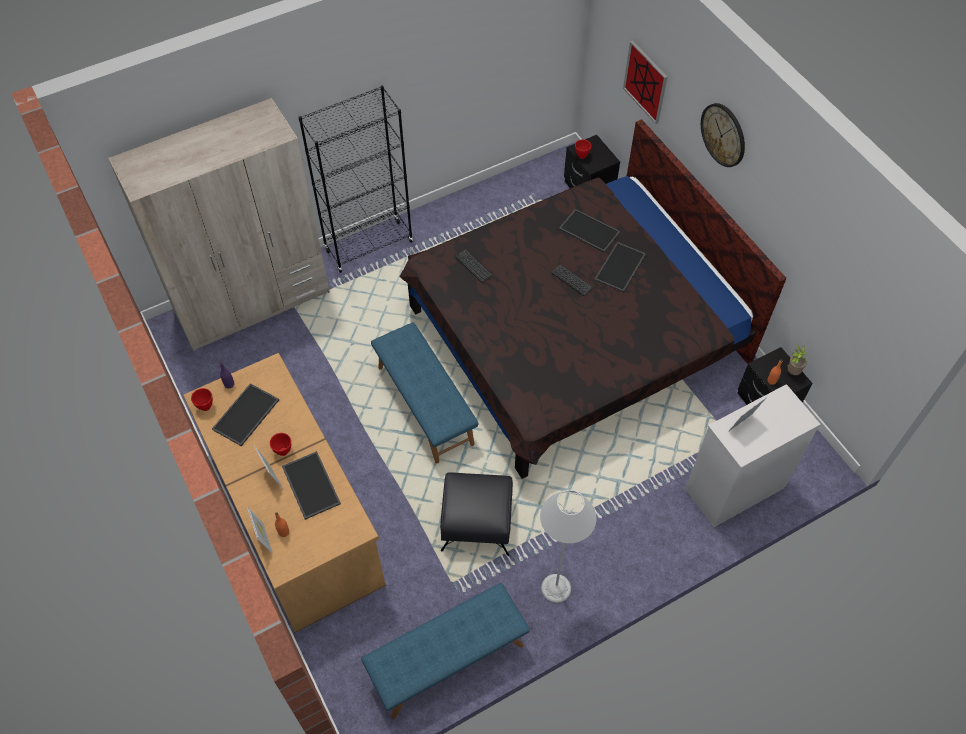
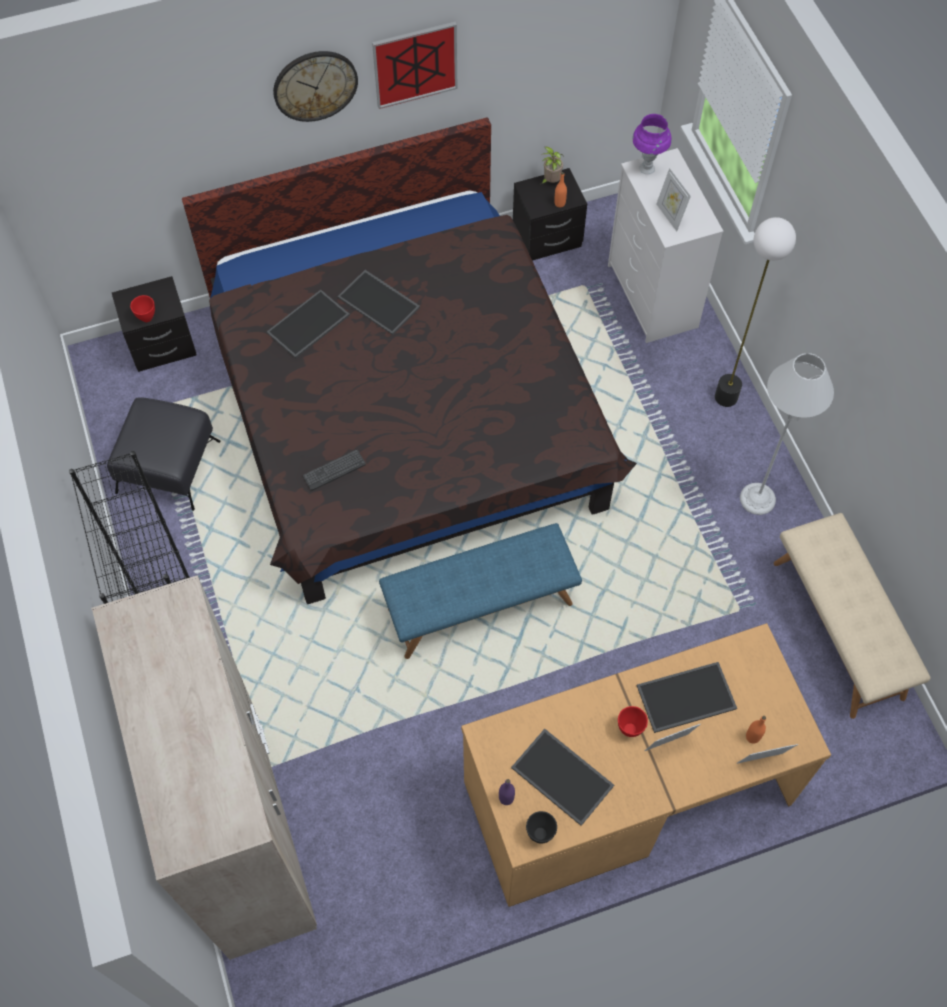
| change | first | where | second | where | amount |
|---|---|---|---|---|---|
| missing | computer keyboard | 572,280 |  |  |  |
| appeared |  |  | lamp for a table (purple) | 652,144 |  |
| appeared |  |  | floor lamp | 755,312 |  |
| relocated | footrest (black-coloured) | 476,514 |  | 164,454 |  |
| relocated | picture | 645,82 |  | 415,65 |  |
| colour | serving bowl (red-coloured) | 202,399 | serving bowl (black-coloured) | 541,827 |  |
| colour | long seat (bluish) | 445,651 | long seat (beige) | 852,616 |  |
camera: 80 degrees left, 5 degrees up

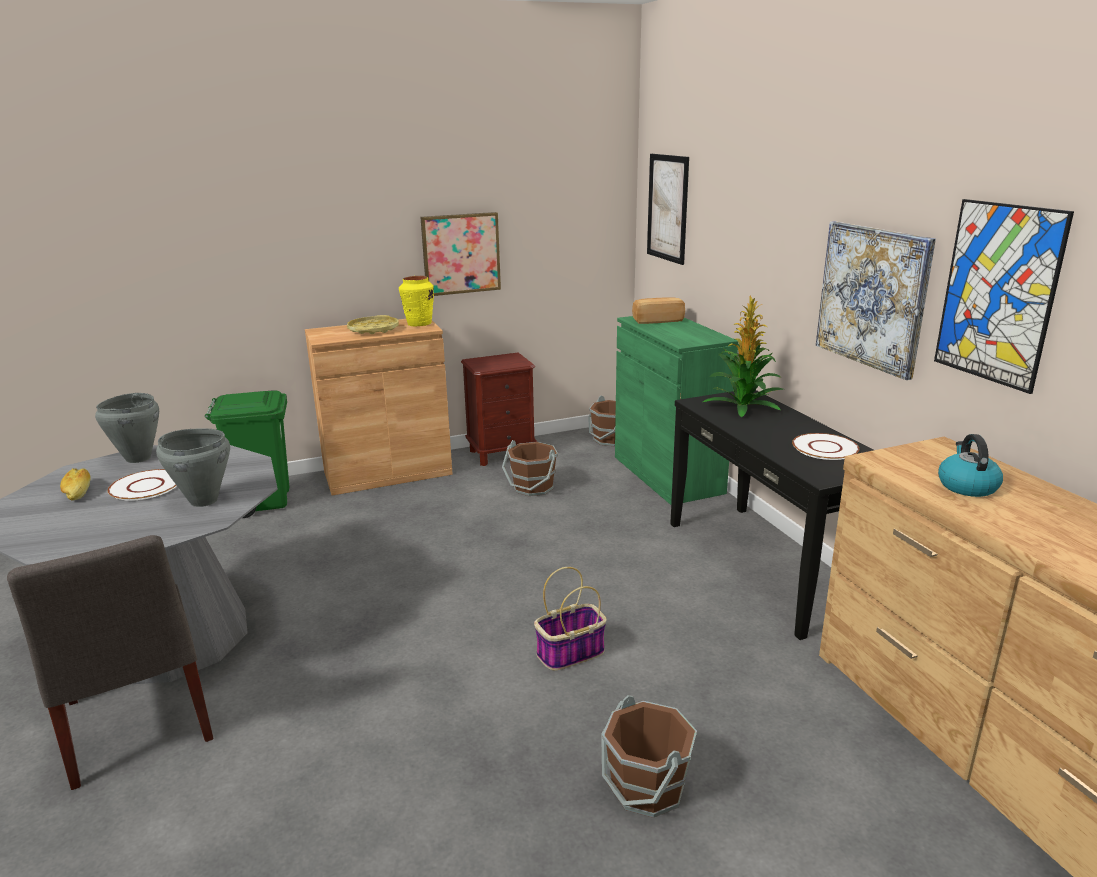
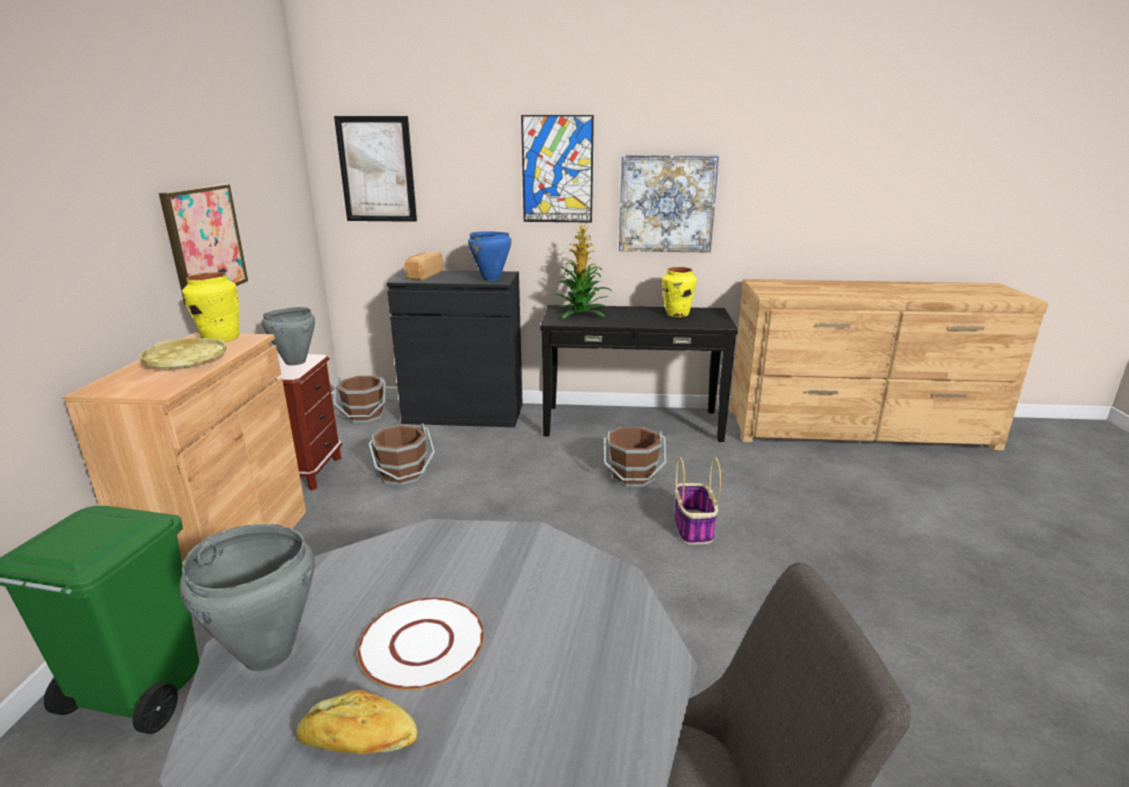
| change | first | where | second | where | amount |
|---|---|---|---|---|---|
| missing | water kettle | 970,465 |  |  |  |
| appeared |  |  | saucepot (bluish) | 489,256 |  |
| relocated | saucepot (greyish) | 193,467 |  | 288,336 |  |
| relocated | bucket (brownish) | 649,756 |  | 635,457 |  |
| relocated | picture | 1004,296 |  | 557,168 |  |
| exchanged | dinner plate (white-coloured) | 825,446 | decorative vase (yellowish) | 679,292 |  |
| colour | cabinet (green) | 676,410 | cabinet (black-coloured) | 455,348 |  |
camera: 65 degrees left, 0 degrees up

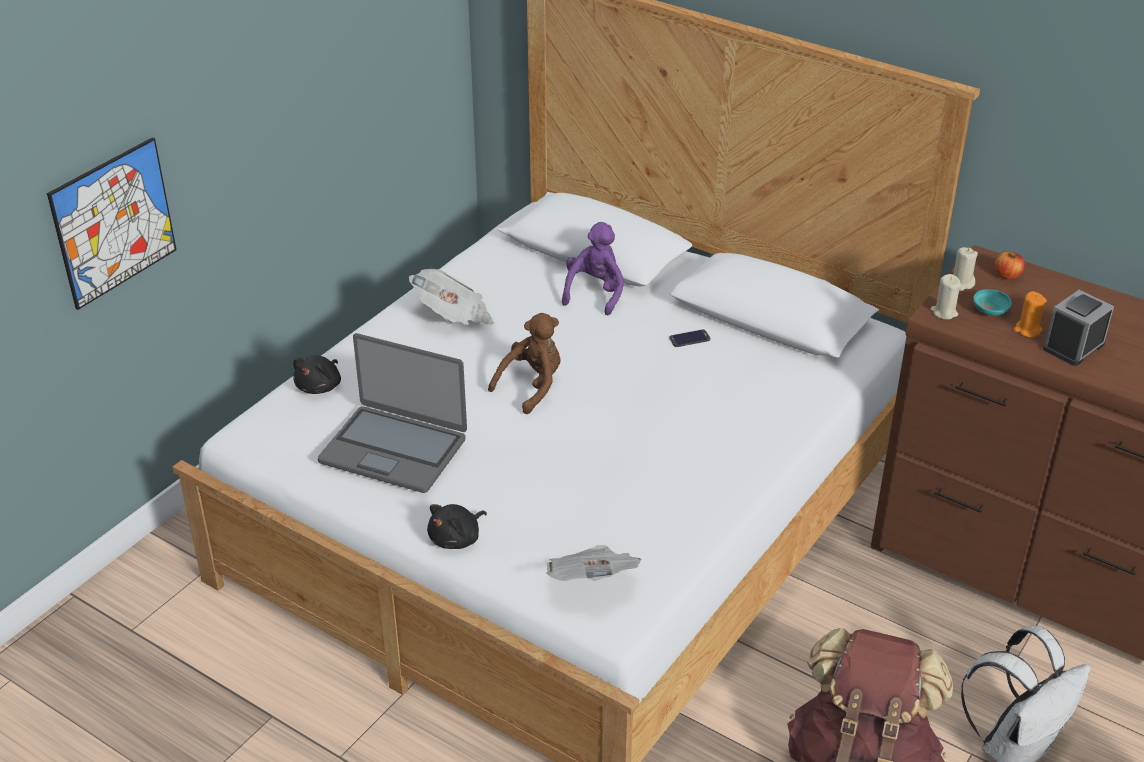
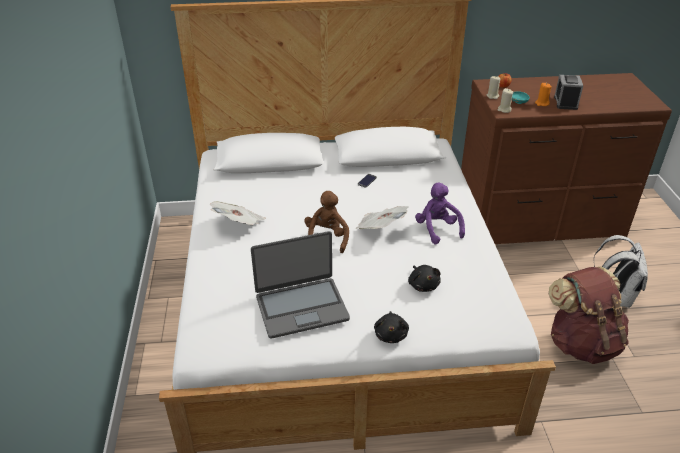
| change | first | where | second | where | amount |
|---|---|---|---|---|---|
| missing | picture | 112,223 |  |  |  |
| relocated | soft toy (black-coloured) | 317,374 |  | 424,278 |  |
| relocated | daily paper | 593,563 |  | 382,217 |  |
| relocated | soft toy (purple) | 593,268 |  | 440,214 |  |
camera: 40 degrees left, 0 degrees up

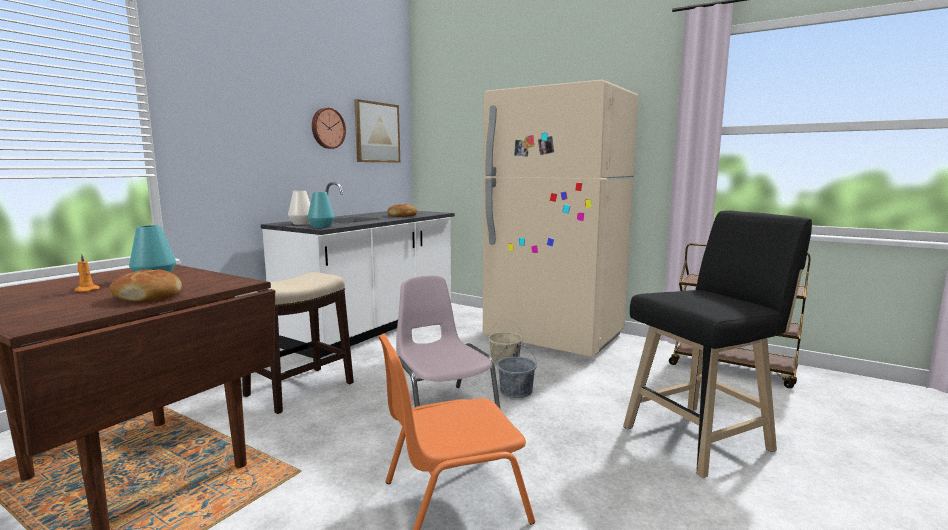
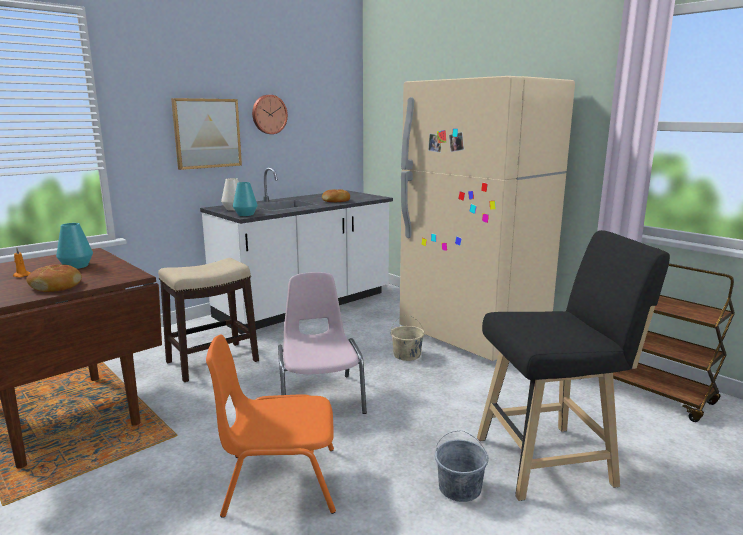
| change | first | where | second | where | amount |
|---|---|---|---|---|---|
| relocated | picture | 377,130 |  | 206,134 |  |
| relocated | bucket (greyish) | 517,371 |  | 462,466 |  |
camera: 15 degrees right, 5 degrees up

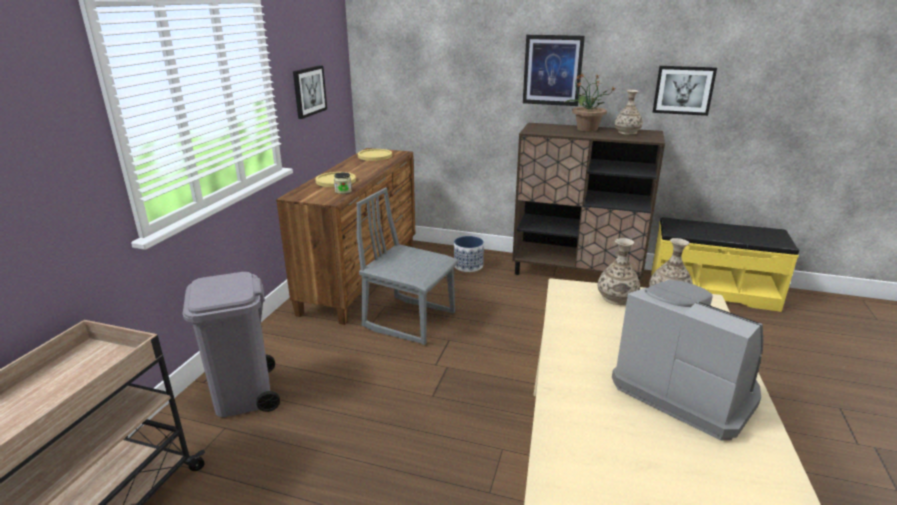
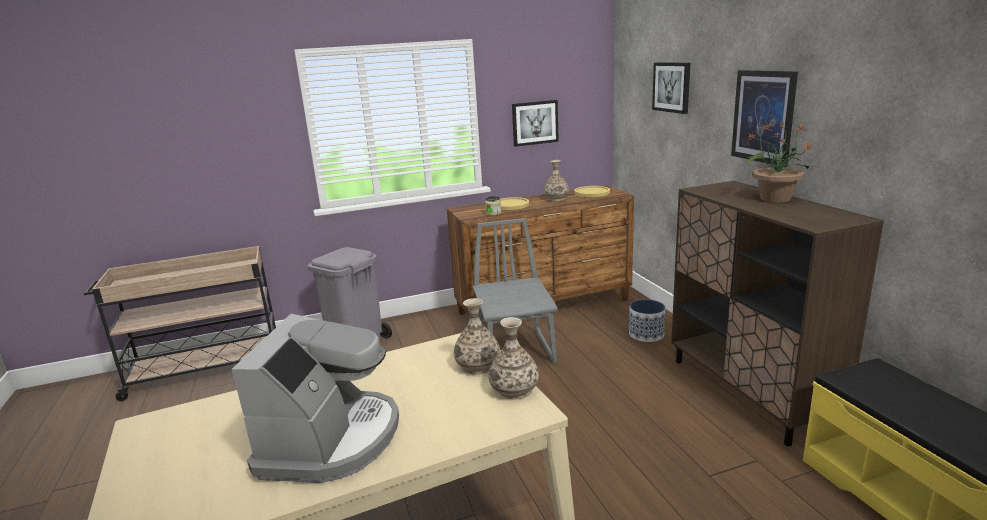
| change | first | where | second | where | amount |
|---|---|---|---|---|---|
| relocated | decorative vase | 628,112 |  | 556,180 |  |
| relocated | picture | 685,91 |  | 671,88 |  |
camera: 55 degrees right, 5 degrees down

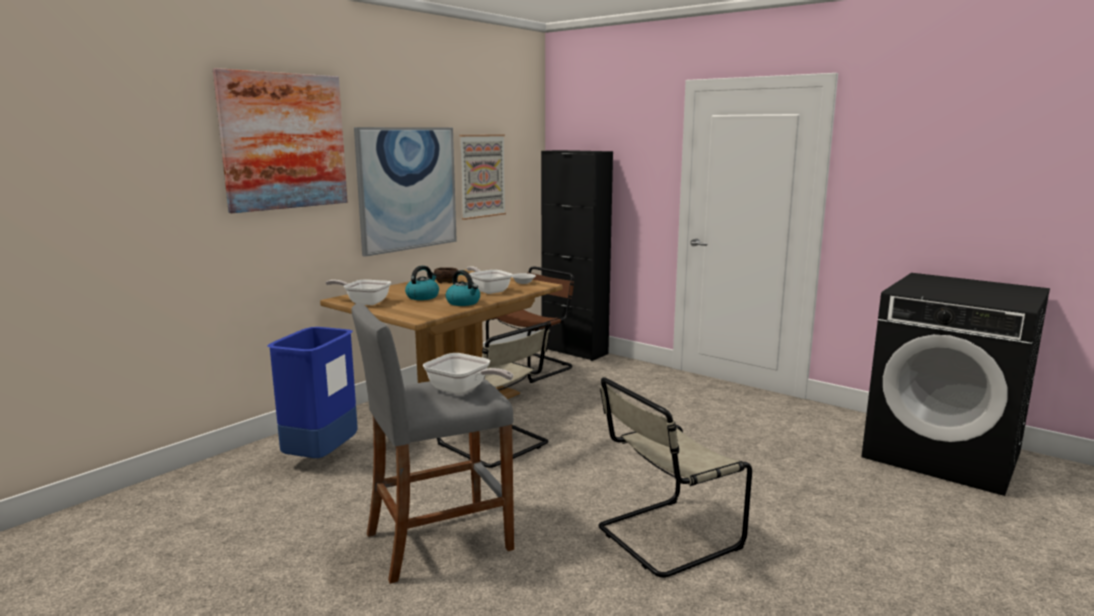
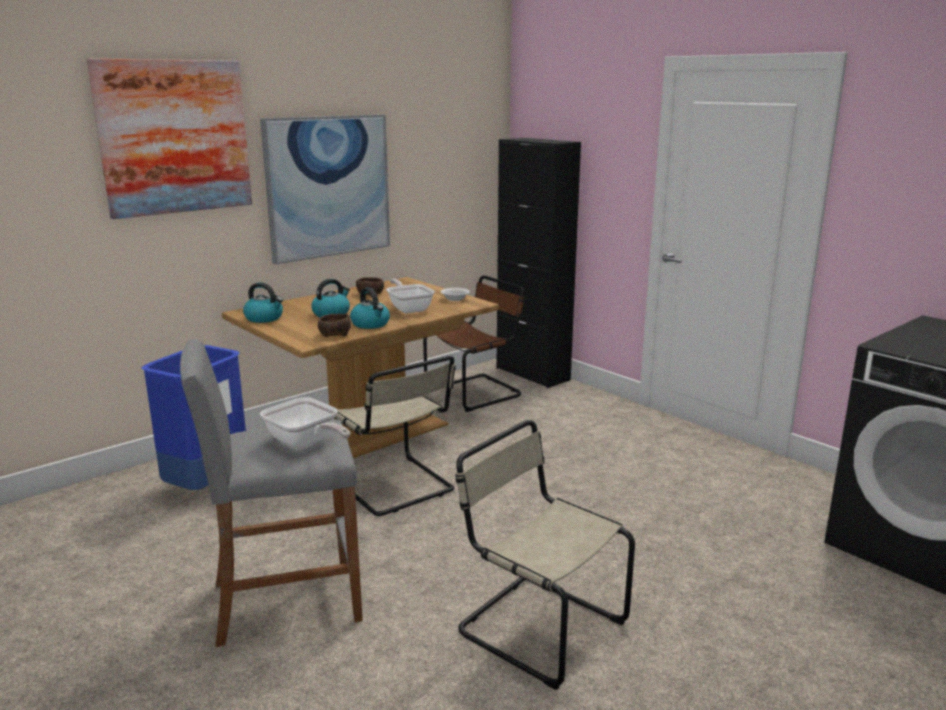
| change | first | where | second | where | amount |
|---|---|---|---|---|---|
| missing | picture | 482,177 |  |  |  |
| appeared |  |  | serving bowl (brownish) | 334,325 |  |
| exchanged | pan | 358,292 | water kettle | 263,302 |  |
| spun | upright chair (beige) | 675,477 |  | 545,555 | 60 degrees clockwise |
camera: 10 degrees right, 5 degrees up

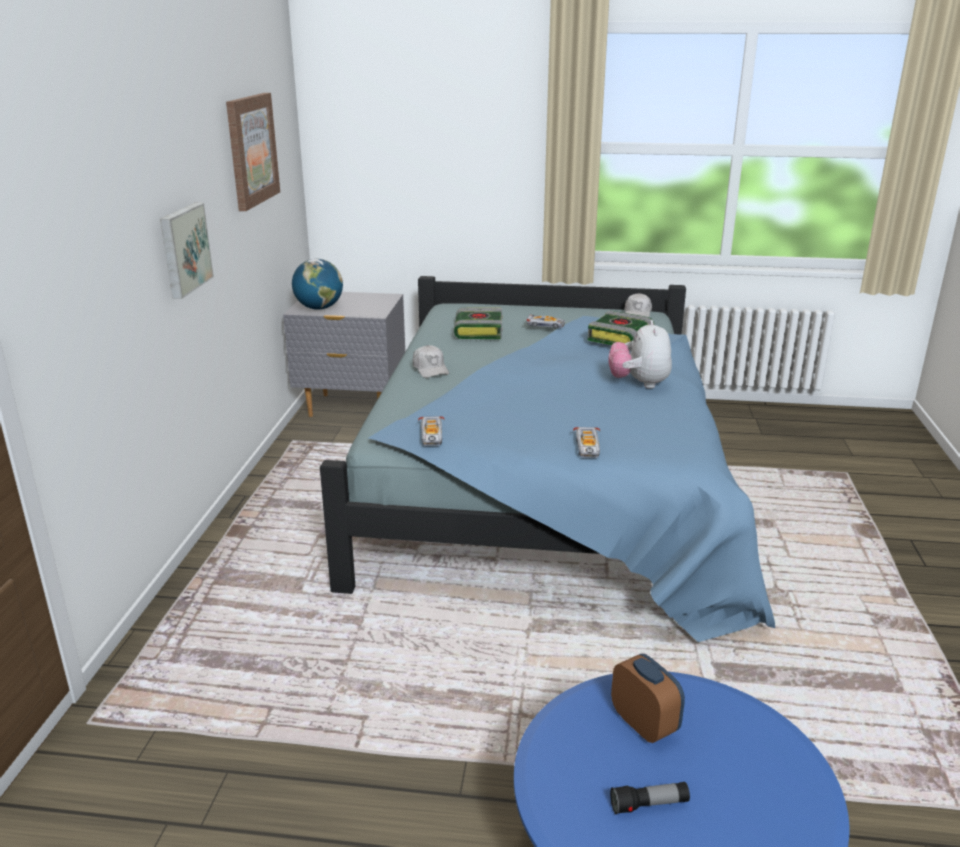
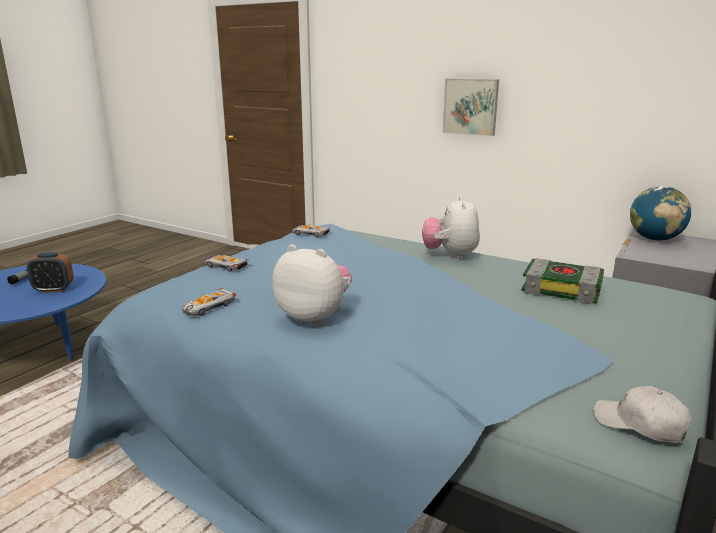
| change | first | where | second | where | amount |
|---|---|---|---|---|---|
| missing | picture | 253,152 |  |  |  |
| missing | bound book | 621,328 |  |  |  |
| relocated | model car | 546,322 |  | 209,302 |  |
| exchanged | cap (white-coloured) | 431,361 | soft toy | 451,227 |  |
camera: 115 degrees right, 5 degrees down

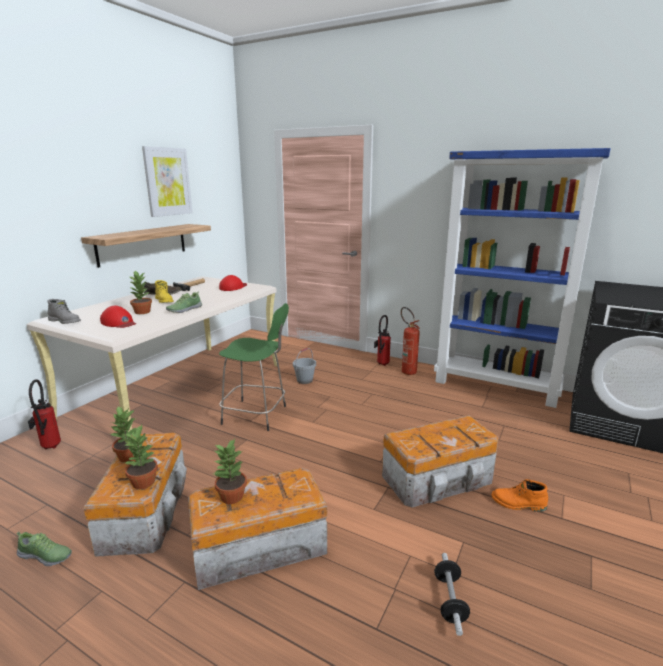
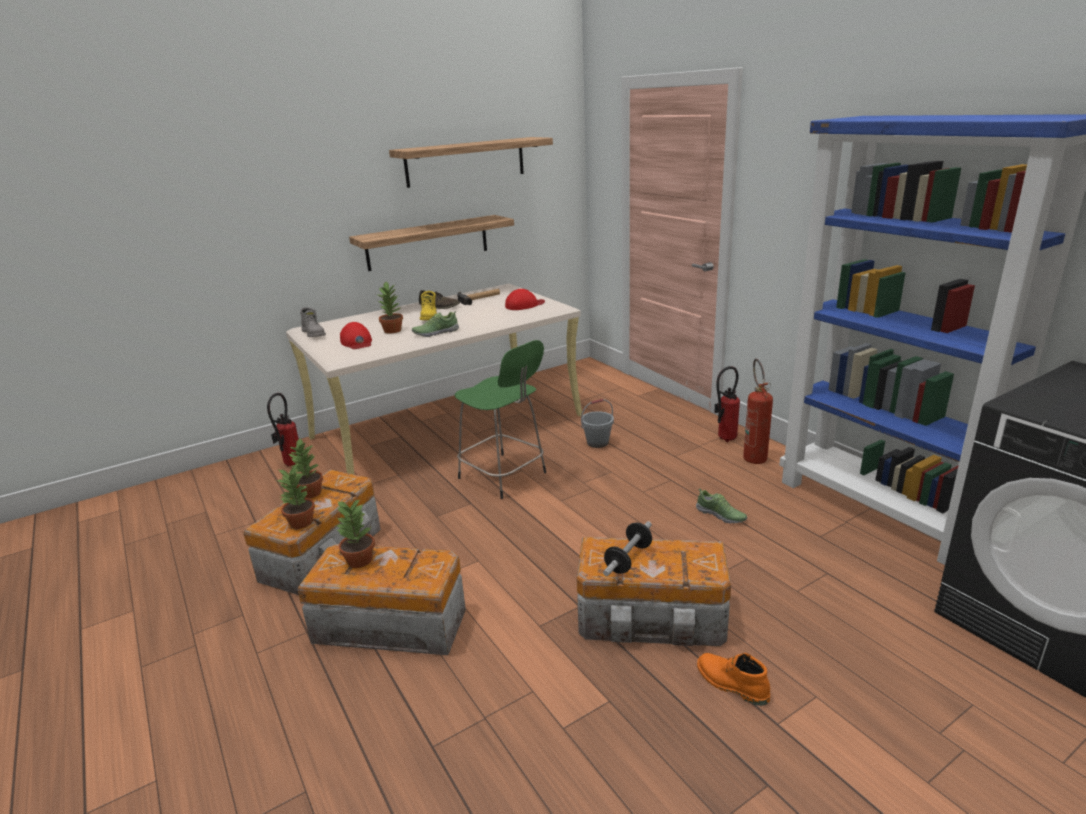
| change | first | where | second | where | amount |
|---|---|---|---|---|---|
| relocated | low shoe | 44,549 |  | 721,506 |  |
| relocated | hand weight | 452,594 |  | 627,548 |  |
| exchanged | picture | 167,181 | wall shelf | 471,162 |  |
camera: 30 degrees right, 5 degrees up

